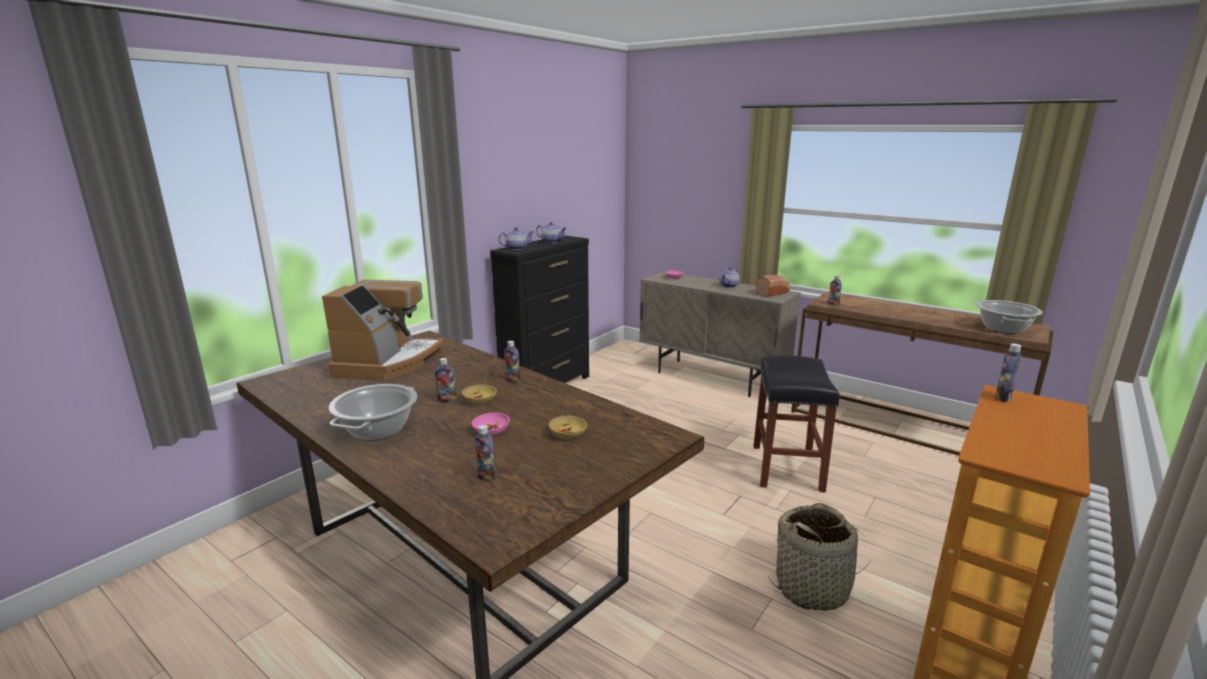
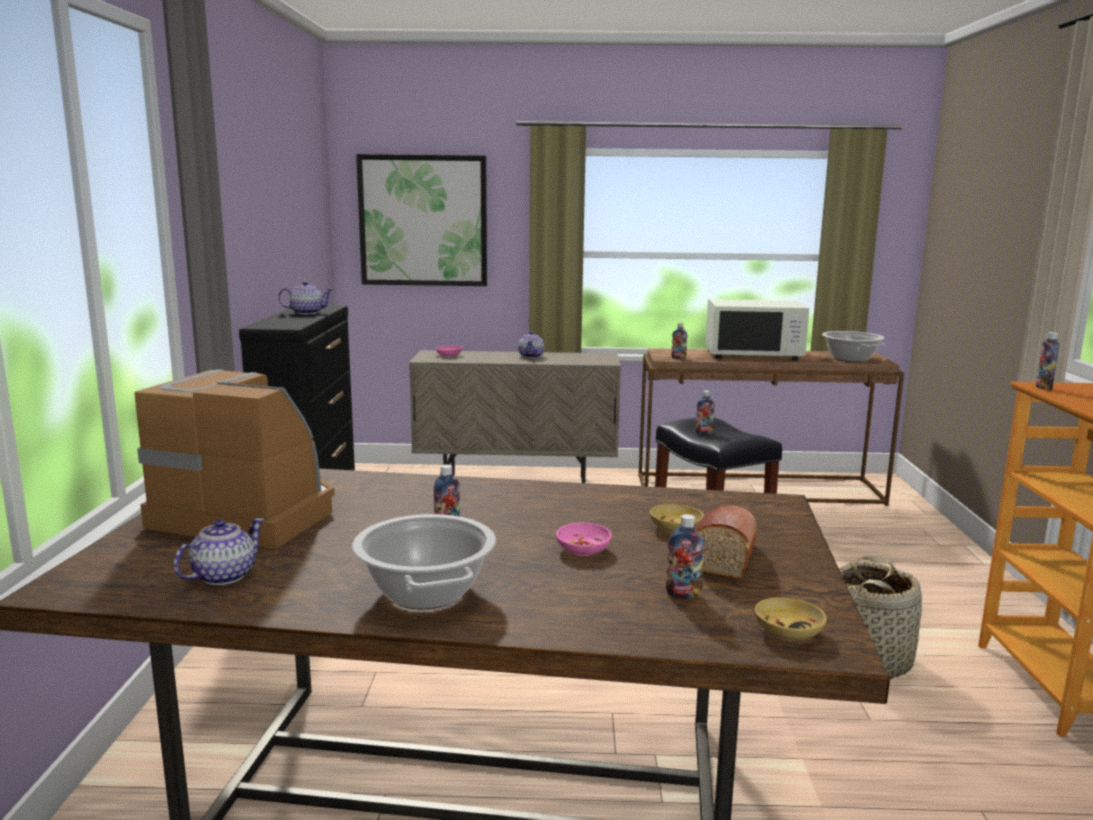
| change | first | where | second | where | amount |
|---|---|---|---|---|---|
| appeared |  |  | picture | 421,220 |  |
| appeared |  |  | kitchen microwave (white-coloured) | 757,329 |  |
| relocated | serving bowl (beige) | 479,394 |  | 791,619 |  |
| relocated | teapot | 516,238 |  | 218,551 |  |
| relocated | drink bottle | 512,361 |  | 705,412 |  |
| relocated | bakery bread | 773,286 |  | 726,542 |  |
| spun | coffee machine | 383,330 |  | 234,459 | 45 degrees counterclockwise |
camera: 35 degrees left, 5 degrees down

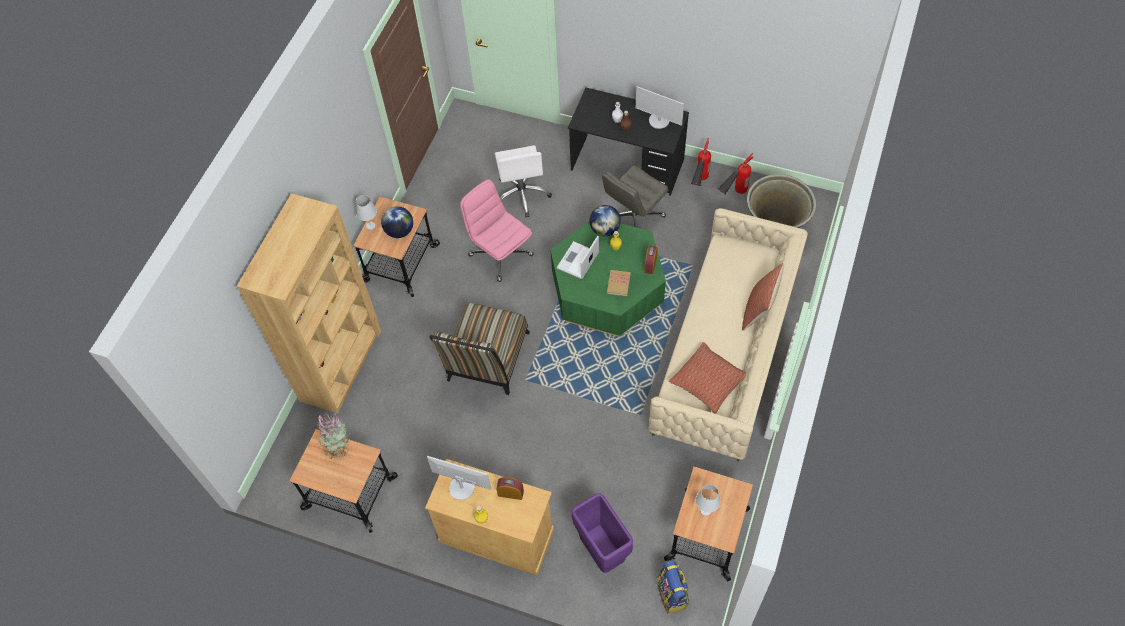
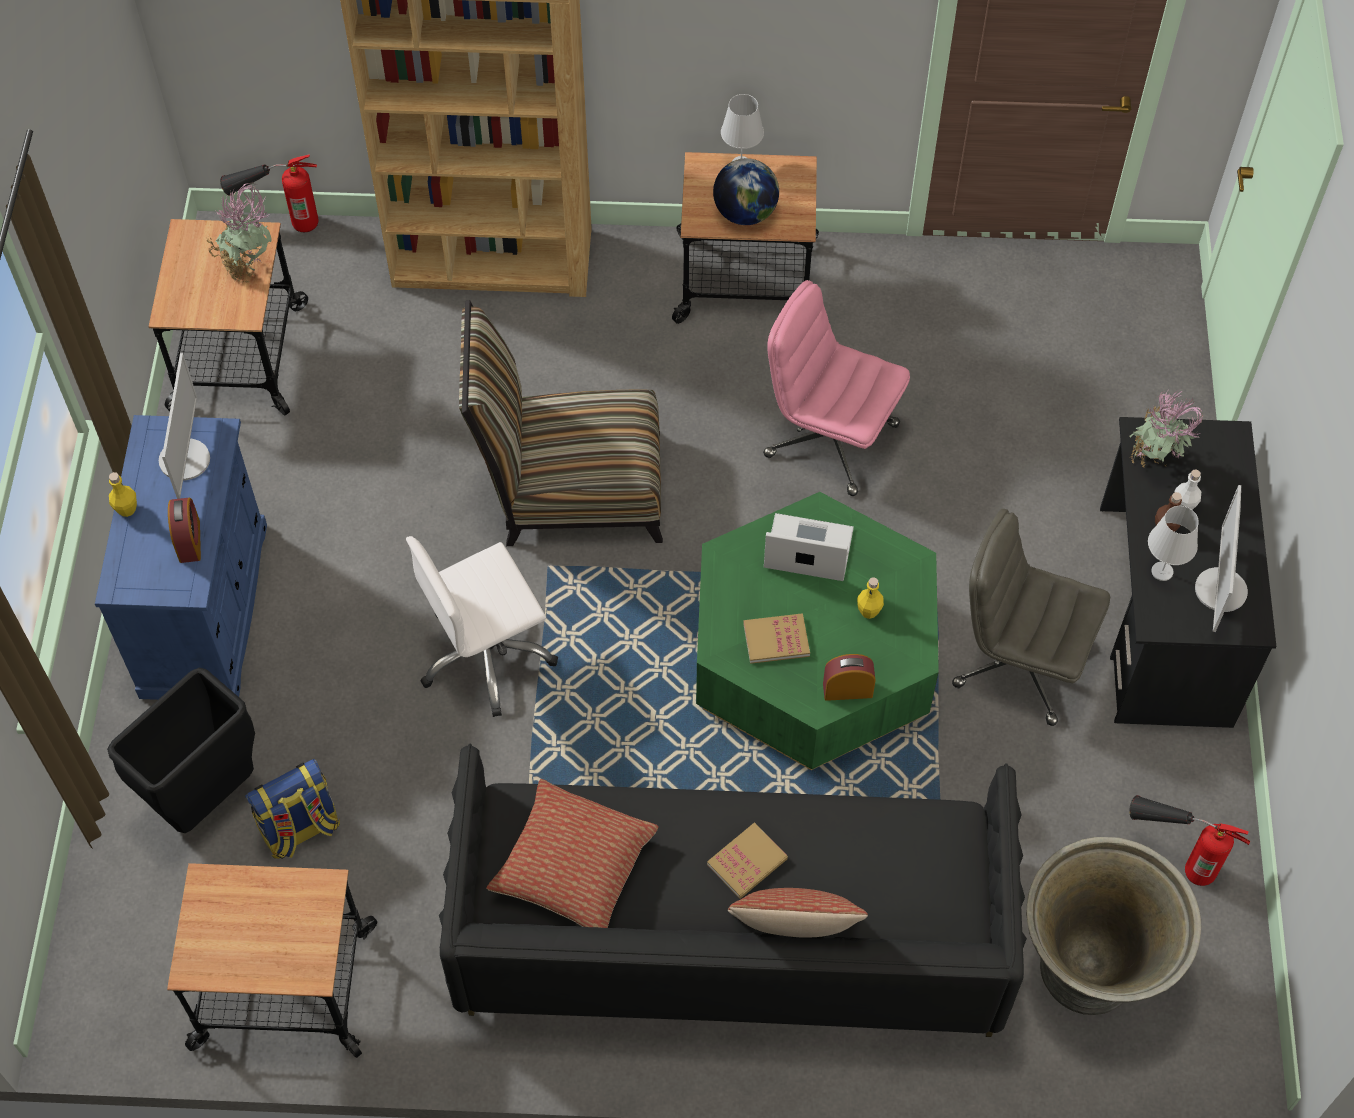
| change | first | where | second | where | amount |
|---|---|---|---|---|---|
| missing | globe | 605,220 |  |  |  |
| appeared |  |  | bound book | 747,860 |  |
| appeared |  |  | houseplant | 1167,428 |  |
| relocated | office chair (white-coloured) | 523,181 |  | 482,626 |  |
| relocated | backpack | 673,586 |  | 292,809 |  |
| relocated | fire-fighting cylinder | 701,162 |  | 269,193 |  |
| relocated | lamp for a table (white-coloured) | 708,500 |  | 1173,543 |  |
| colour | cabinet (beige) | 489,517 | cabinet (bluish) | 181,557 |  |
| colour | rubbish bin (purple) | 602,533 | rubbish bin (black-coloured) | 181,750 |  |
| colour | settee (beige) | 728,334 | settee (black-coloured) | 733,890 |  |
| spun | office chair (pink-coloured) | 497,231 |  | 836,388 | 90 degrees counterclockwise |
camera: 70 degrees right, 0 degrees up

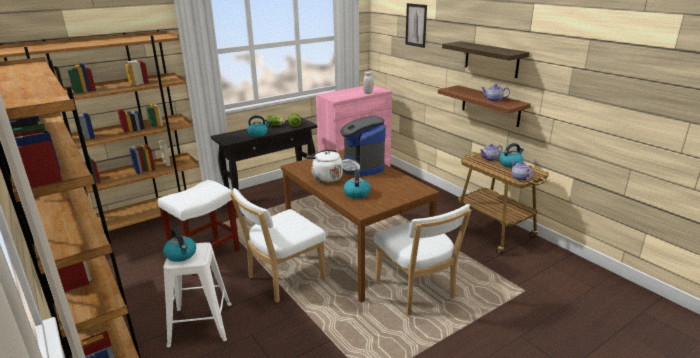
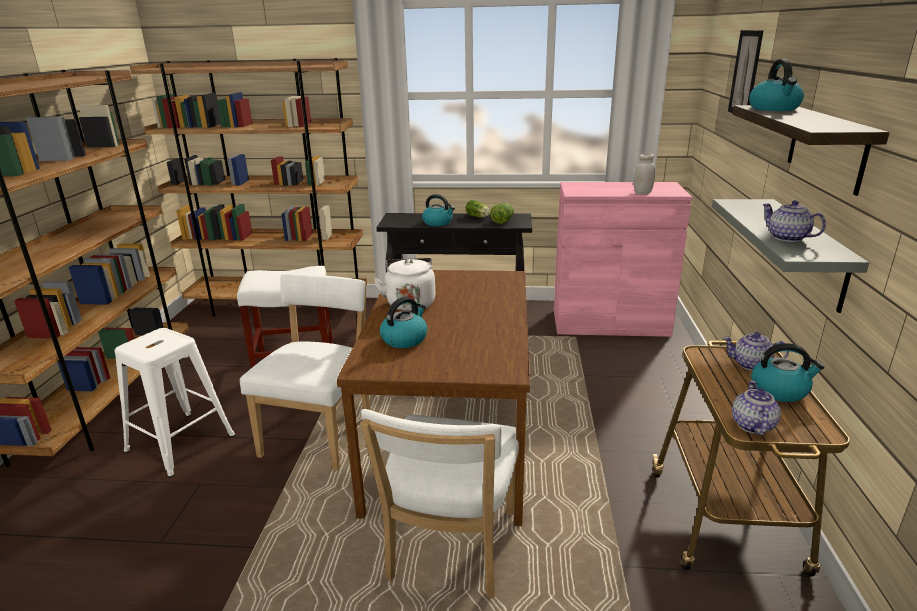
| change | first | where | second | where | amount |
|---|---|---|---|---|---|
| missing | coffee machine | 363,146 |  |  |  |
| relocated | water kettle | 179,244 |  | 776,85 |  |
| colour | wall shelf (brownish) | 484,106 | wall shelf (greyish) | 790,256 |  |
| spun | upright chair (white-coloured) | 278,245 |  | 305,372 | 105 degrees clockwise |
camera: 40 degrees right, 0 degrees up

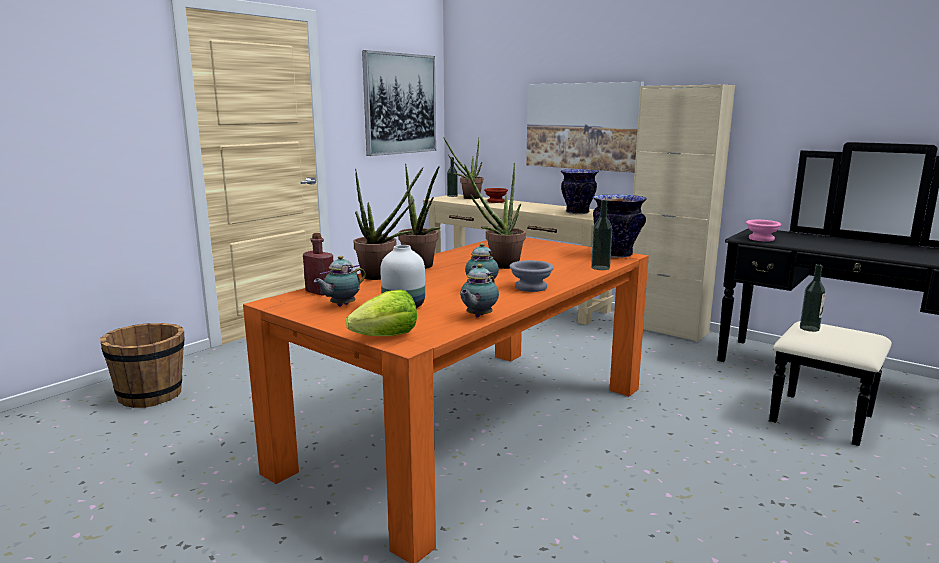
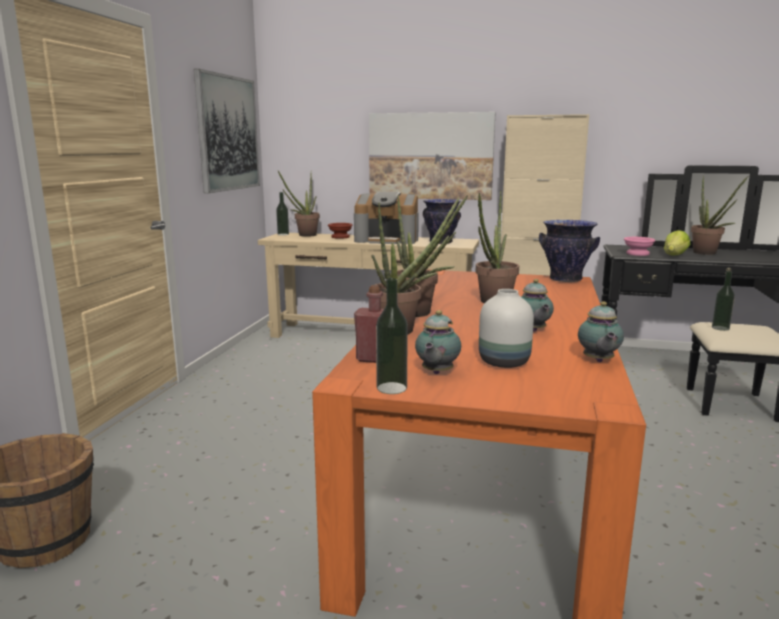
| change | first | where | second | where | amount |
|---|---|---|---|---|---|
| missing | serving bowl (greyish) | 531,276 |  |  |  |
| appeared |  |  | coffee machine | 386,218 |  |
| appeared |  |  | houseplant | 719,215 |  |
| relocated | lettuce | 381,312 |  | 677,243 |  |
| relocated | drink bottle | 601,235 |  | 392,336 |  |
camera: 25 degrees left, 0 degrees up

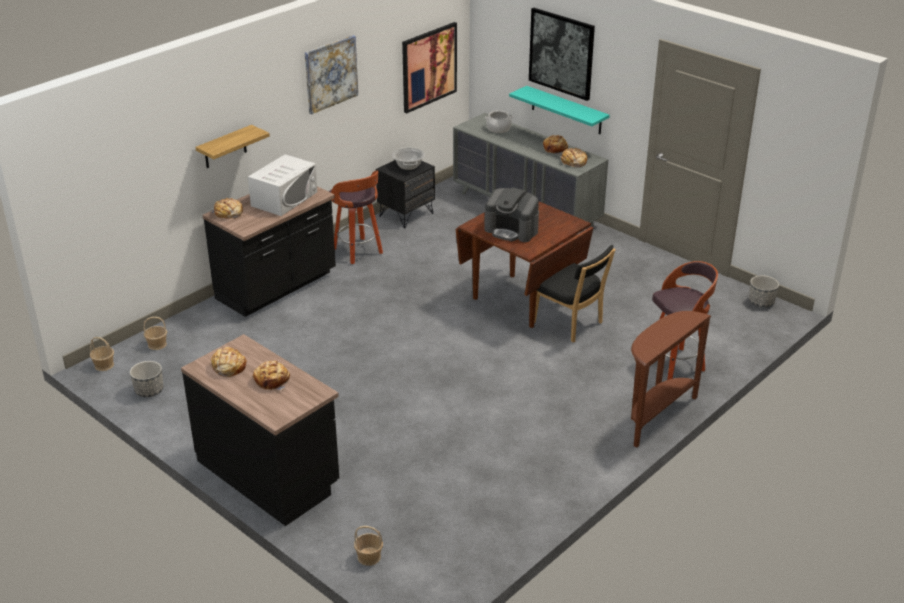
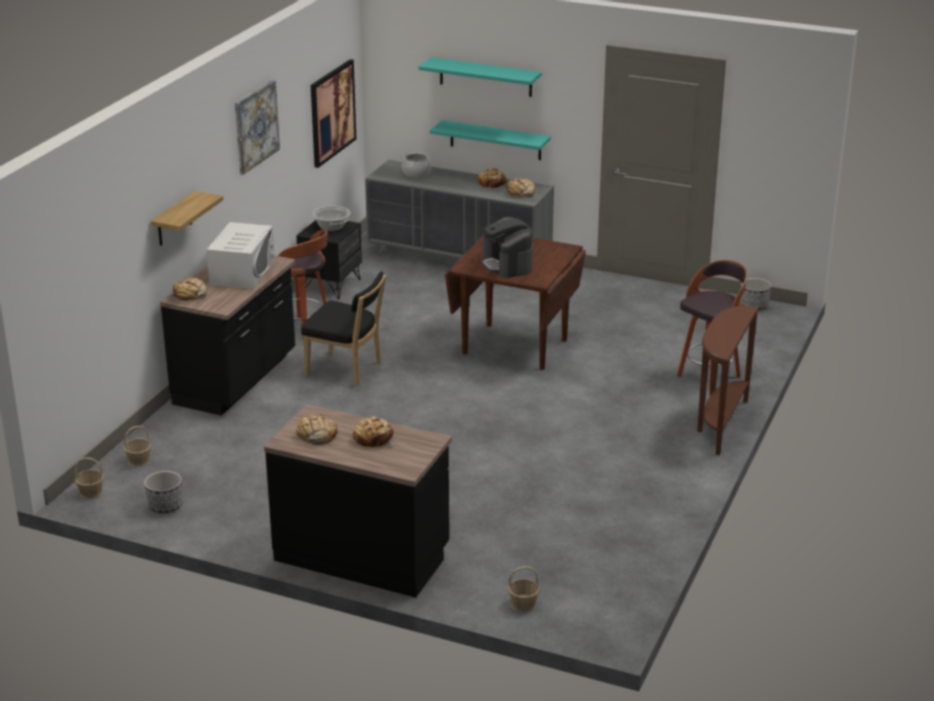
| change | first | where | second | where | amount |
|---|---|---|---|---|---|
| relocated | upright chair (black-coloured) | 575,294 |  | 343,328 |  |
| exchanged | picture | 562,54 | wall shelf (blue-green) | 480,77 |  |
| spun | coffee machine | 511,214 |  | 507,247 | 60 degrees clockwise |
camera: 20 degrees left, 5 degrees down

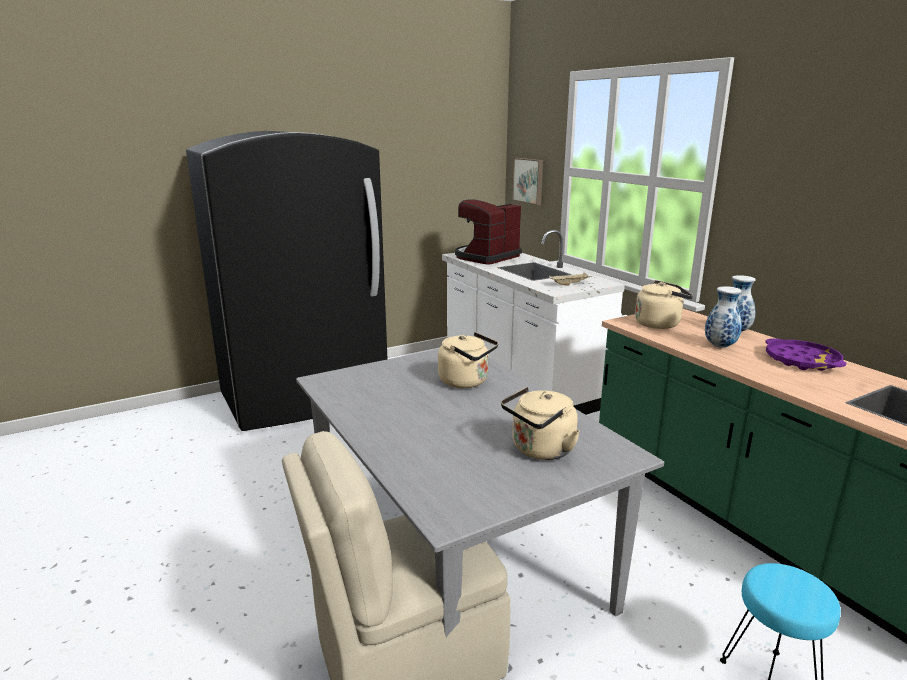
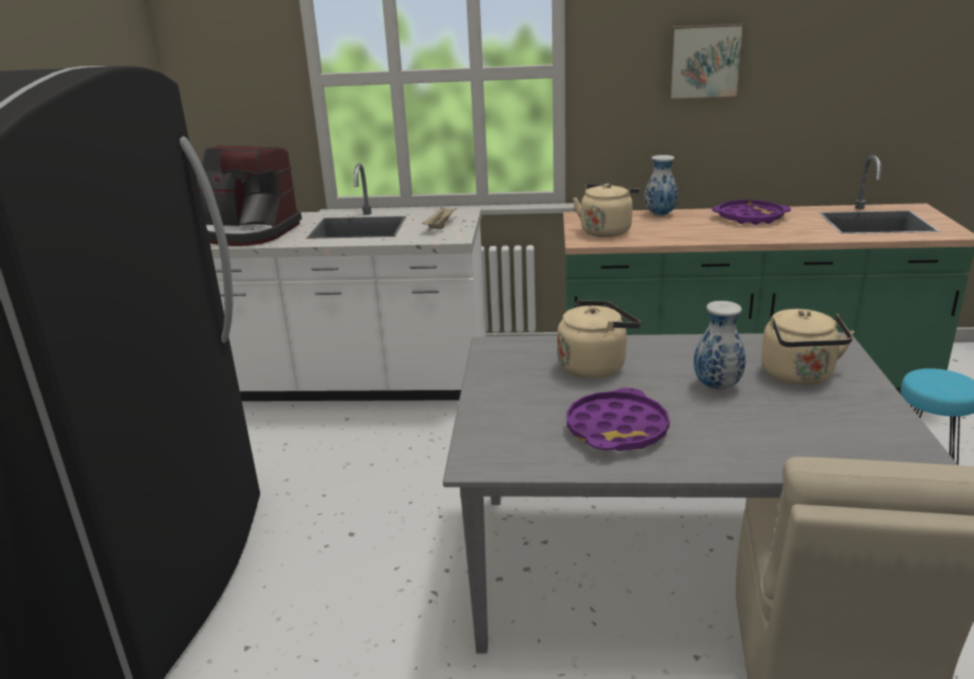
| change | first | where | second | where | amount |
|---|---|---|---|---|---|
| appeared |  |  | tray (purple) | 618,419 |  |
| relocated | picture | 527,181 |  | 706,62 |  |
| relocated | decorative vase | 723,317 |  | 720,345 |  |
| spun | coffee machine | 488,232 |  | 250,196 | 60 degrees counterclockwise |
camera: 55 degrees left, 5 degrees up

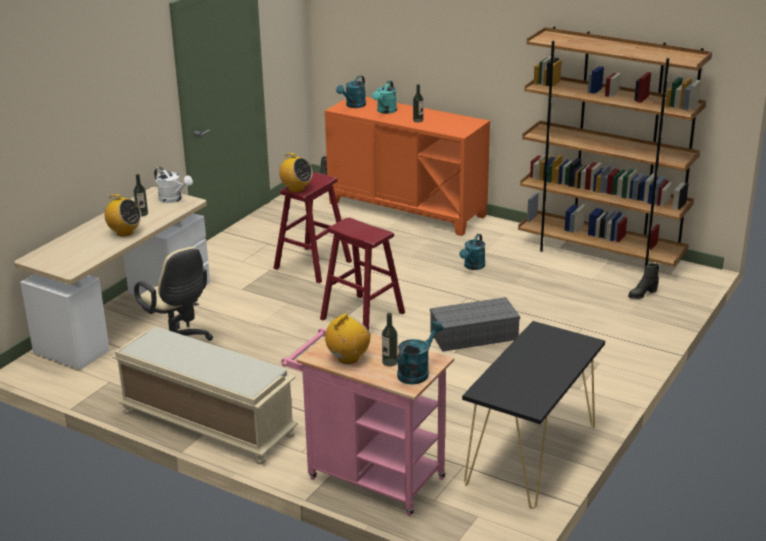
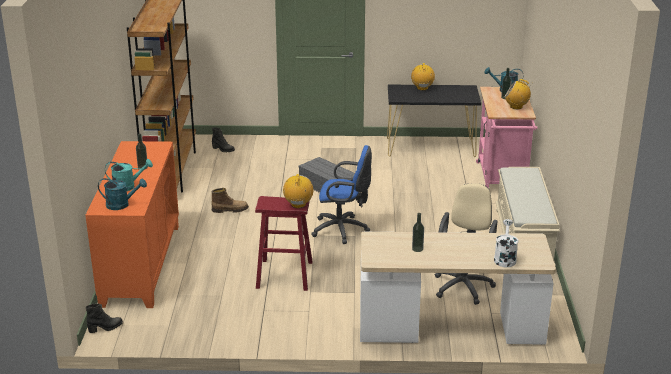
| change | first | where | second | where | amount |
|---|---|---|---|---|---|
| relocated | radio set | 120,215 |  | 423,76 |  |
| relocated | watering can (white-coloured) | 173,185 |  | 506,243 |  |
| exchanged | stool seat (red-coloured) | 362,274 | office chair (bluish) | 341,194 |  |
| exchanged | watering can (blue-green) | 472,252 | high-top boot | 230,200 |  |
camera: 120 degrees left, 0 degrees up

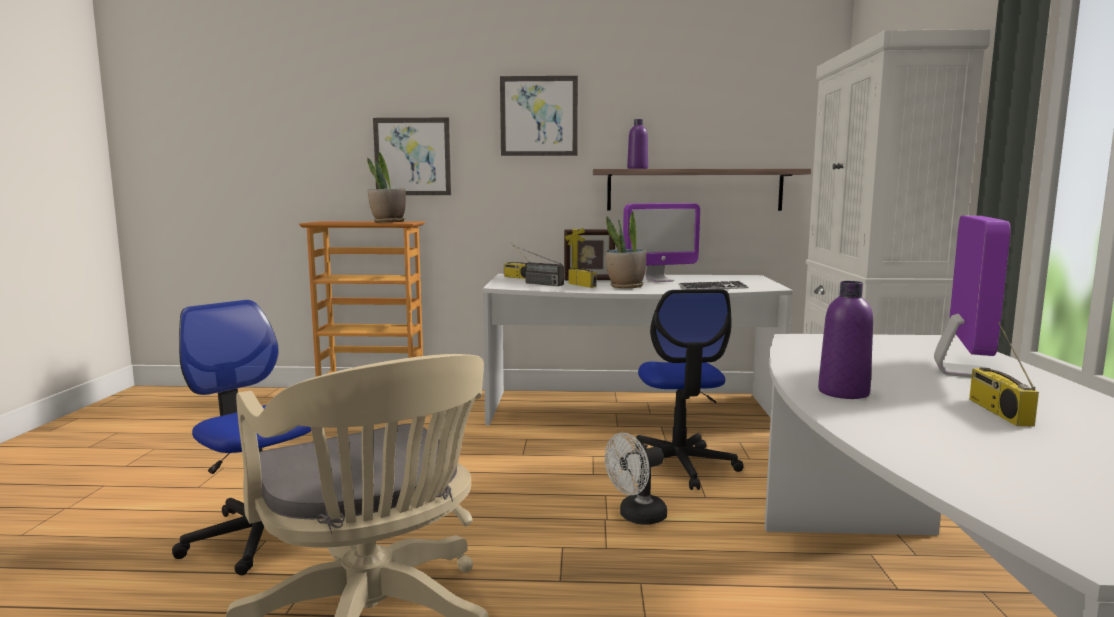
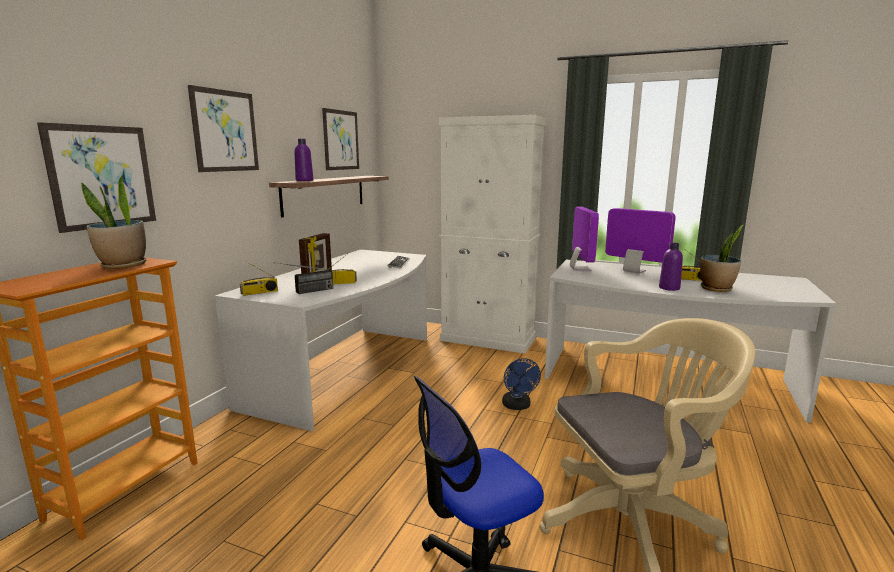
| change | first | where | second | where | amount |
|---|---|---|---|---|---|
| missing | office chair | 686,389 |  |  |  |
| appeared |  |  | picture | 340,139 |  |
| relocated | houseplant | 626,250 |  | 721,258 |  |
| relocated | monitor | 661,242 |  | 584,239 |  |
| colour | cooling fan (white-coloured) | 636,479 | cooling fan (bluish) | 521,384 |  |
camera: 70 degrees left, 5 degrees up

